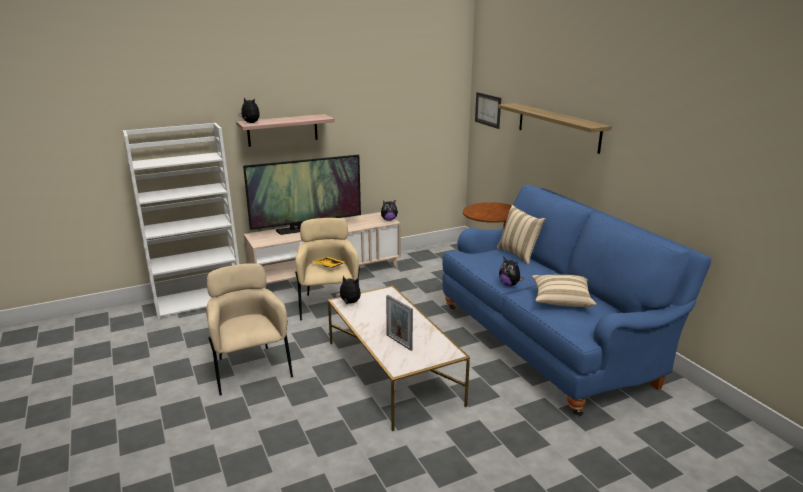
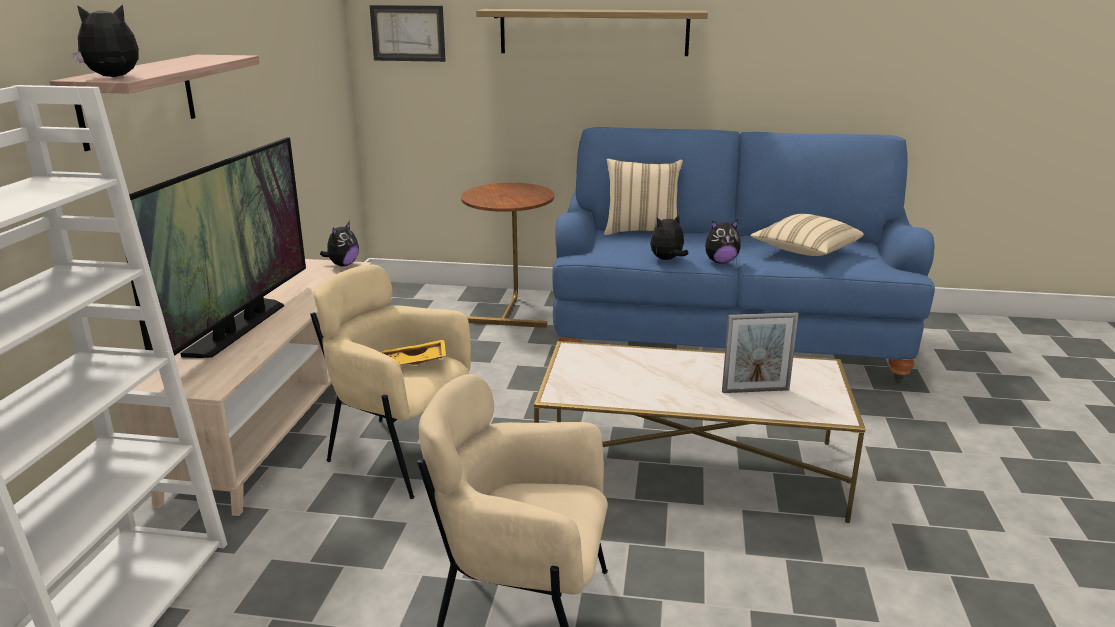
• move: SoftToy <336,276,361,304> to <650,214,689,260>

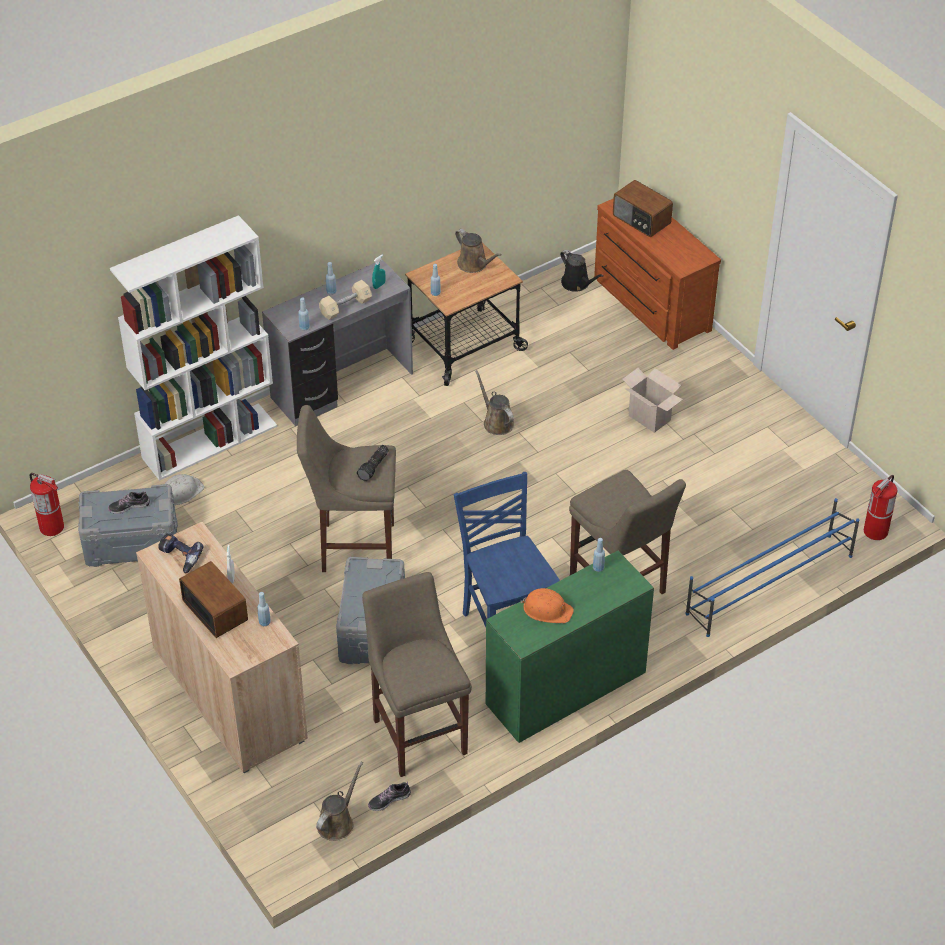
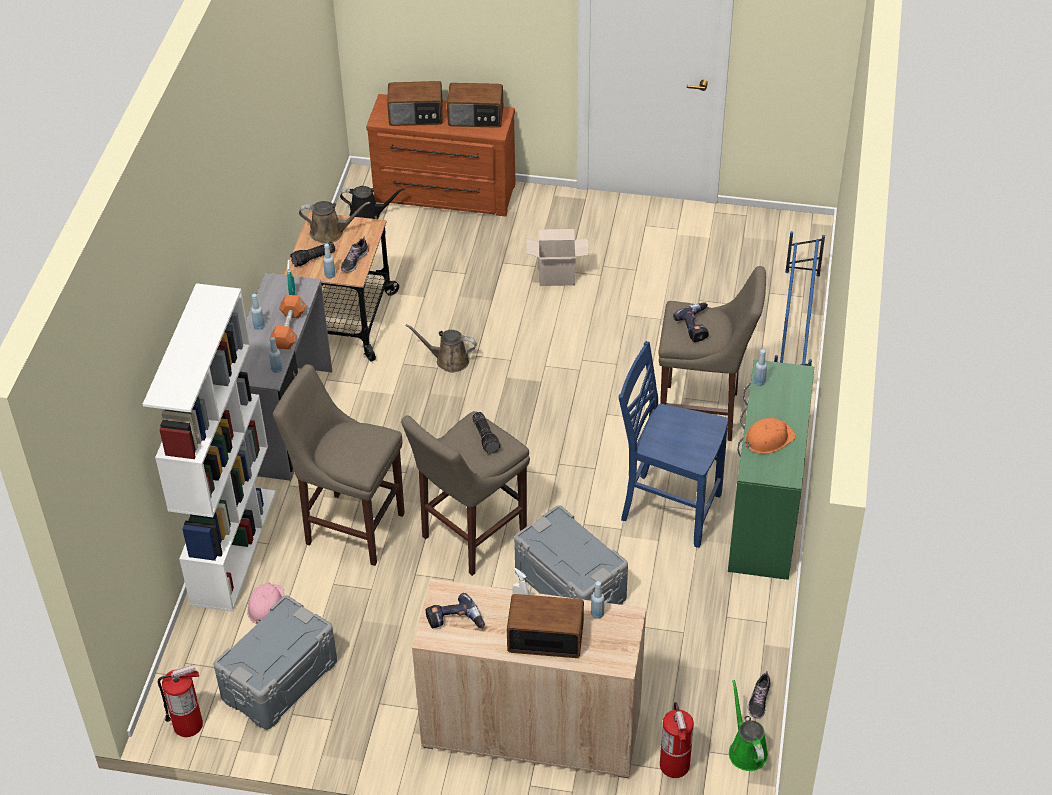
• move: Shoe <108,491,150,514> to <341,236,369,272>
• recolor: WhiteColouredHardHat <165,474,204,505> to PinkColouredHardHat <247,582,284,624>
• recolor: BrownSprinklingCan <316,762,363,841> to GreenColouredSprinklingCan <729,680,768,771>
• recolor: BeigeColouredDumbbell <319,280,372,320> to OrangeDumbbell <269,295,306,349>
• move: BeigeColouredStool <362,572,472,777> to <273,364,405,566>
• move: Extinguisher <864,475,897,540> to <660,702,694,778>
• insert: Flashlight <290,242,335,267>
• insert: RadioSet <447,83,503,128>
• insert: Drill <673,302,709,342>

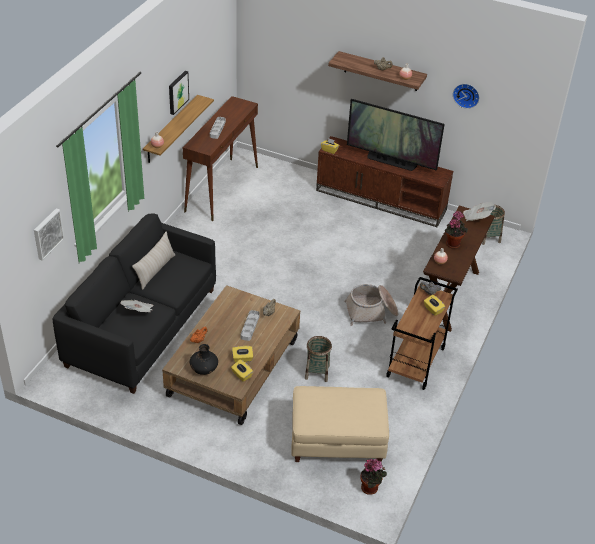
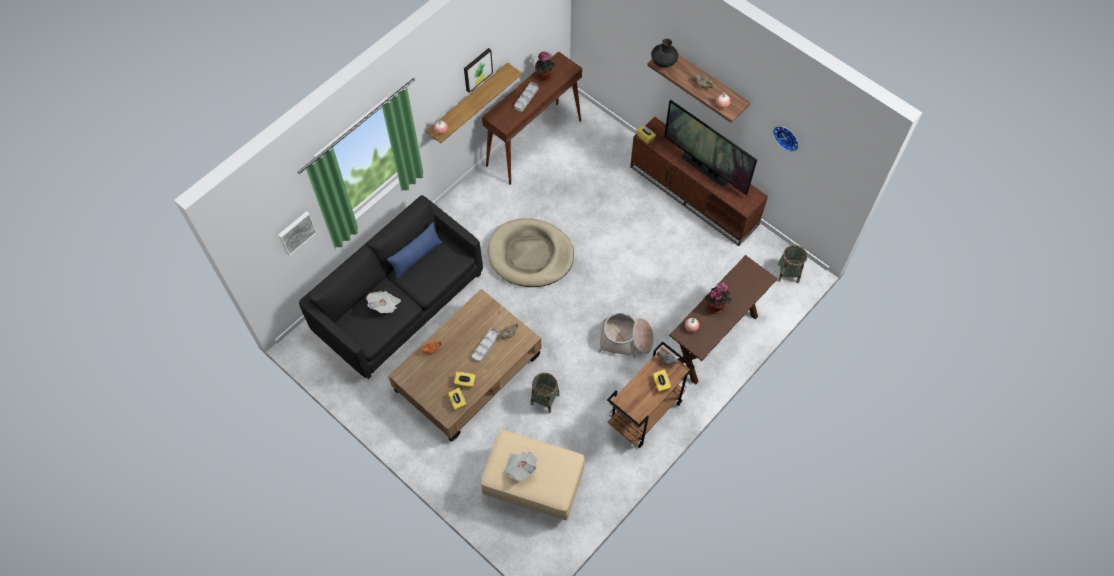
• recolor: BeigeColouredCushion <132,232,175,290> to BluishCushion <387,222,442,279>
• move: BlackDecorativeVase <190,344,218,375> to <651,39,678,68>
• move: PlantInAPot <360,459,387,495> to <535,51,555,82>
• move: DailyPaper <463,202,496,221> to <504,452,537,481>
• insert: BeigeColouredPetBed <488,218,574,287>

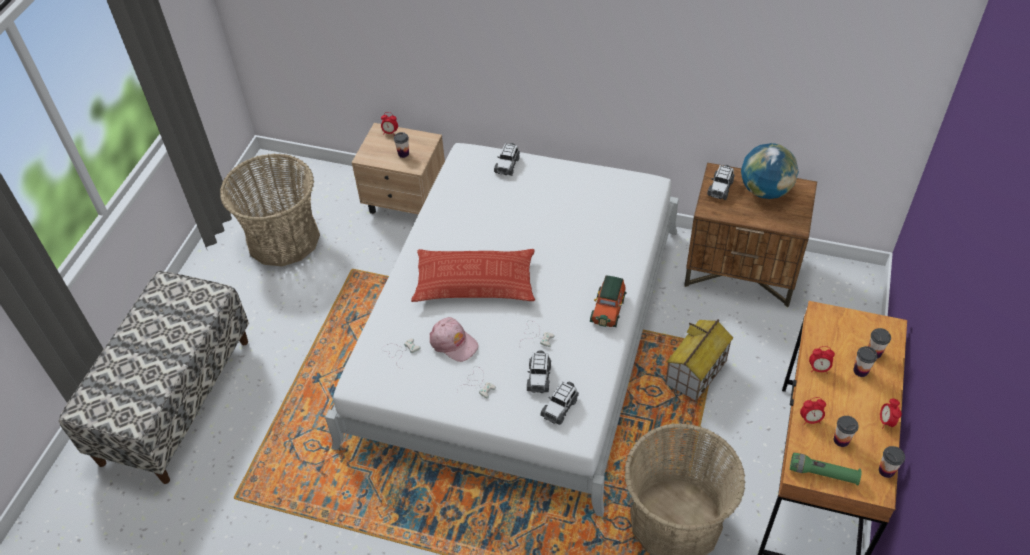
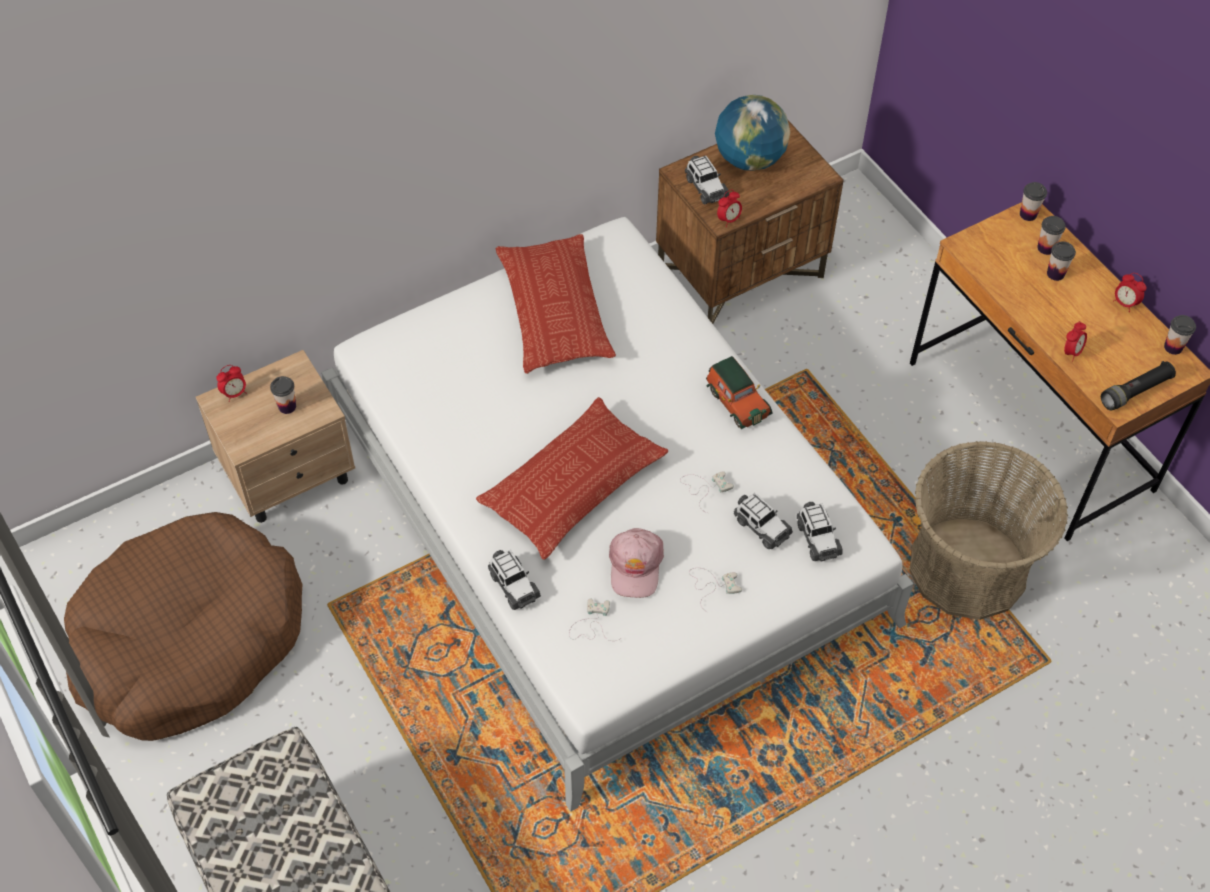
• replace: StorageBasket <220,153,320,266> to BrownPetBed <64,512,303,741>
• rotate: PinkColouredBaseballCap <430,317,478,362> = <609,528,664,598> 105 degrees clockwise
• move: ToyCar <494,143,520,176> to <488,550,541,610>
• delete: ToyHouse <665,319,733,402>
• recolor: GreenColouredFlashlight <790,453,862,485> to BlackFlashlight <1101,361,1176,411>
• move: BedsideClock <809,346,835,374> to <717,189,742,227>
• move: DrinkingCup <834,416,859,447> to <1020,182,1047,221>
• insert: Cushion <496,234,616,374>

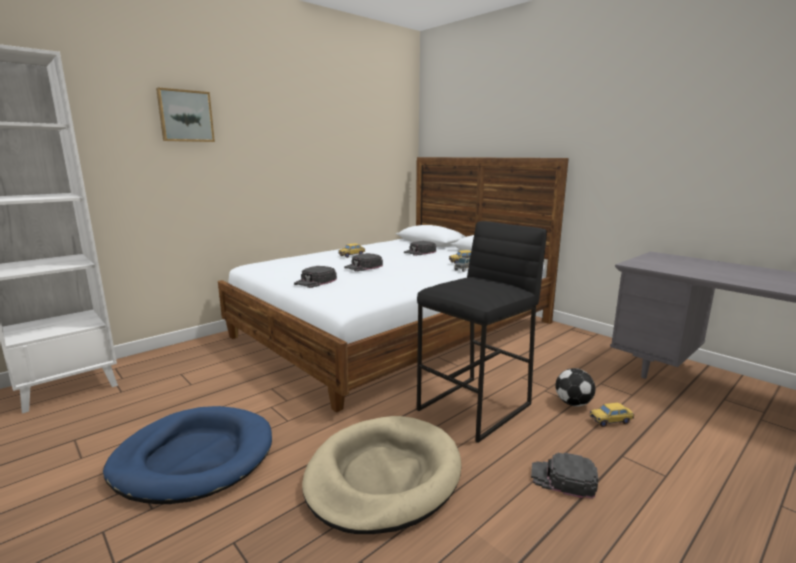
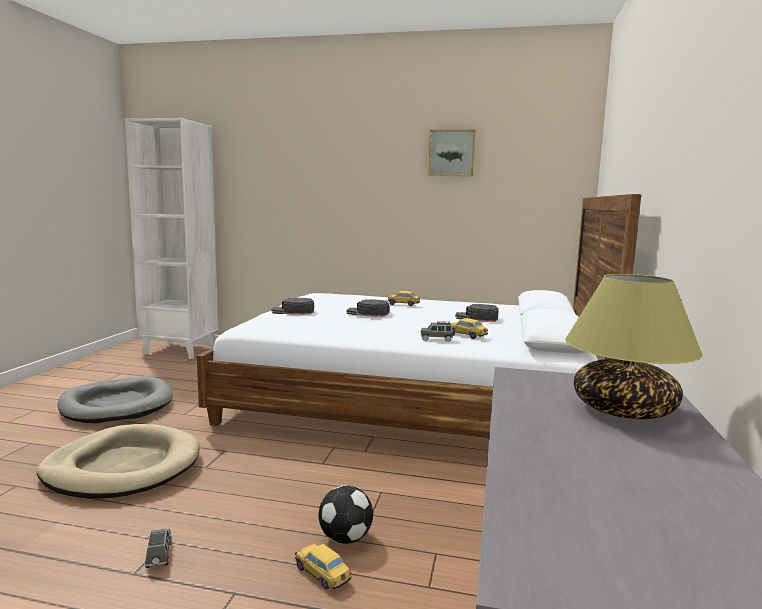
• recolor: BluishPetBed <103,406,272,504> to GreyishPetBed <58,376,173,423>
• move: Picture <156,87,215,142> to <428,129,475,176>
• delete: BlackStool <417,221,547,443>
• replace: BlackBaseballCap <531,453,598,499> to GreyishToyCar <146,529,172,568>
• insert: TableLamp <565,274,703,419>

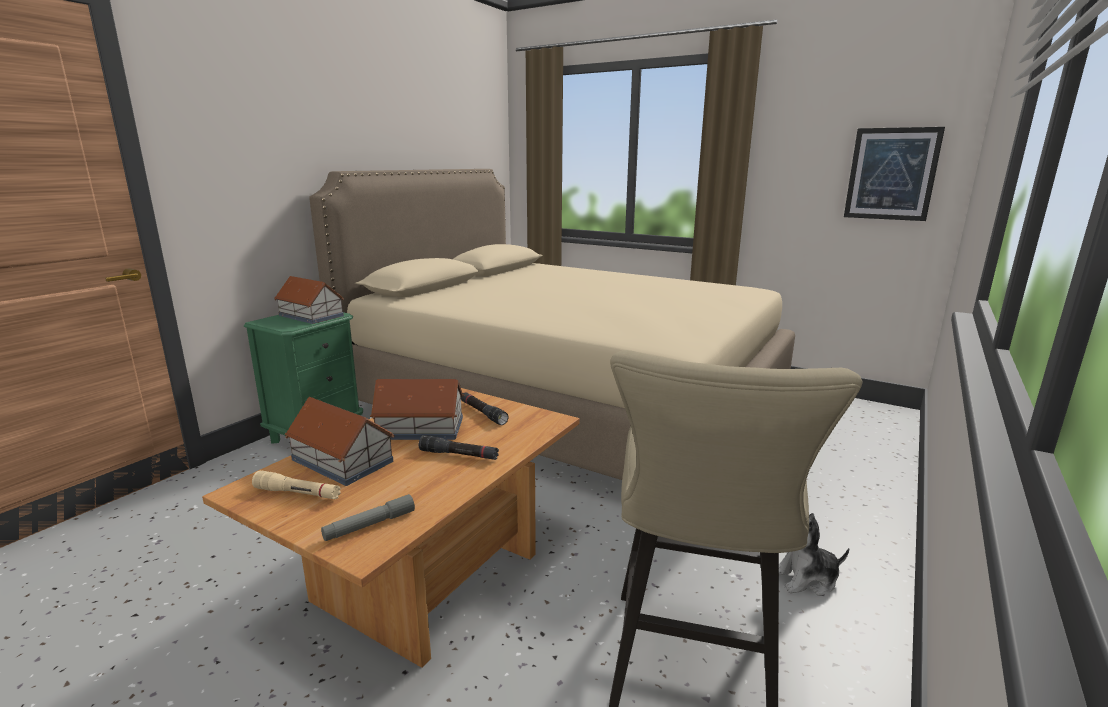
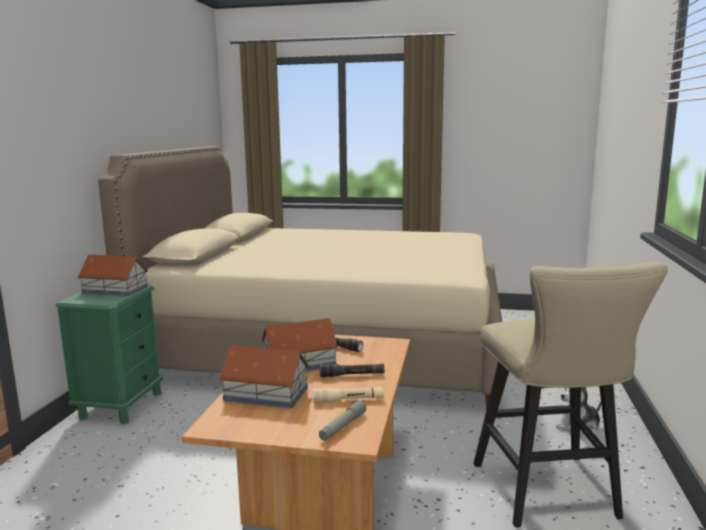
• move: BeigeColouredFlashlight <252,471,341,499> to <313,387,384,402>
• delete: Picture <844,127,945,221>

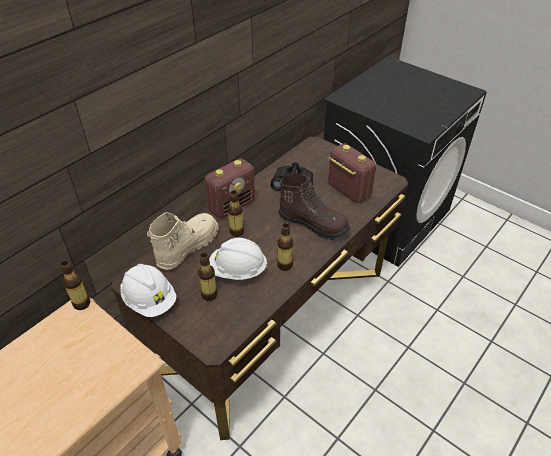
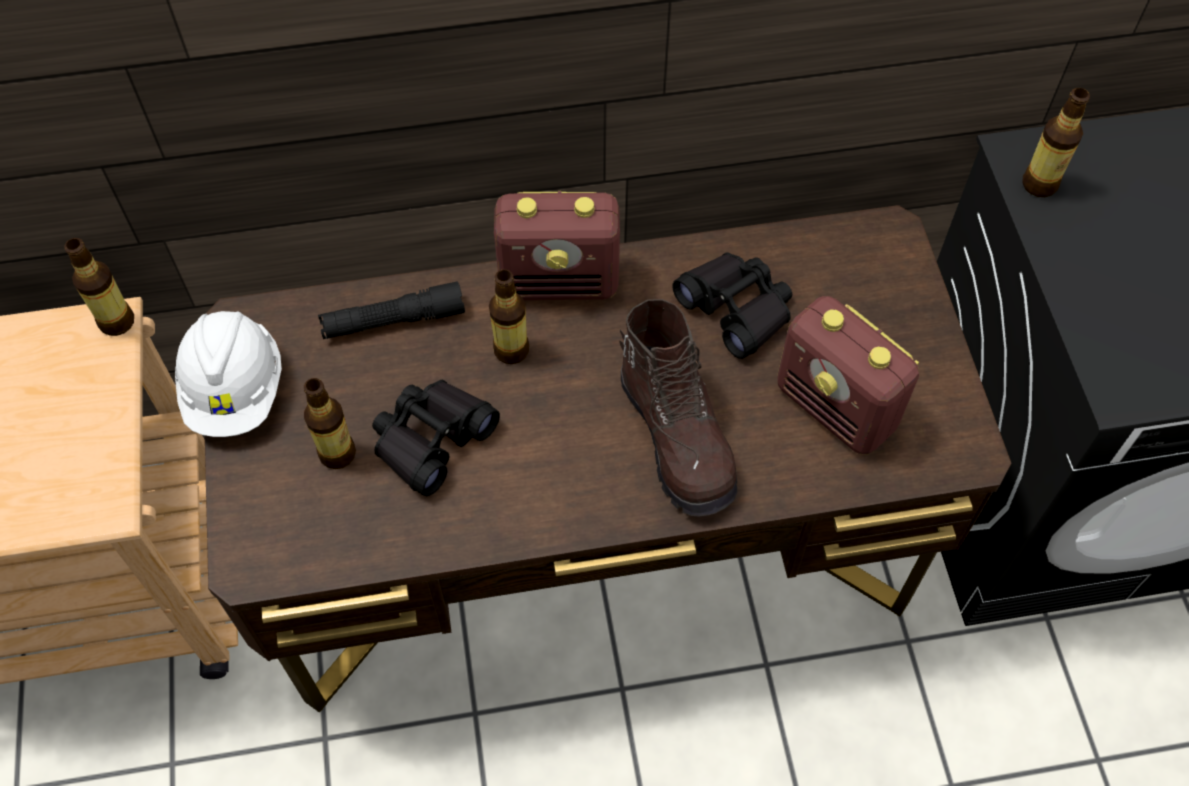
• replace: BeigeColouredBoot <147,212,219,270> to BlackFlashlight <318,282,465,339>
• replace: WhiteColouredHardHat <209,238,268,280> to BlackPairOfBinoculars <372,379,500,496>
• move: Bottle <277,223,293,271> to <1023,88,1090,197>
• rotate: RadioSet <328,143,376,204> = <777,296,919,454> 135 degrees clockwise

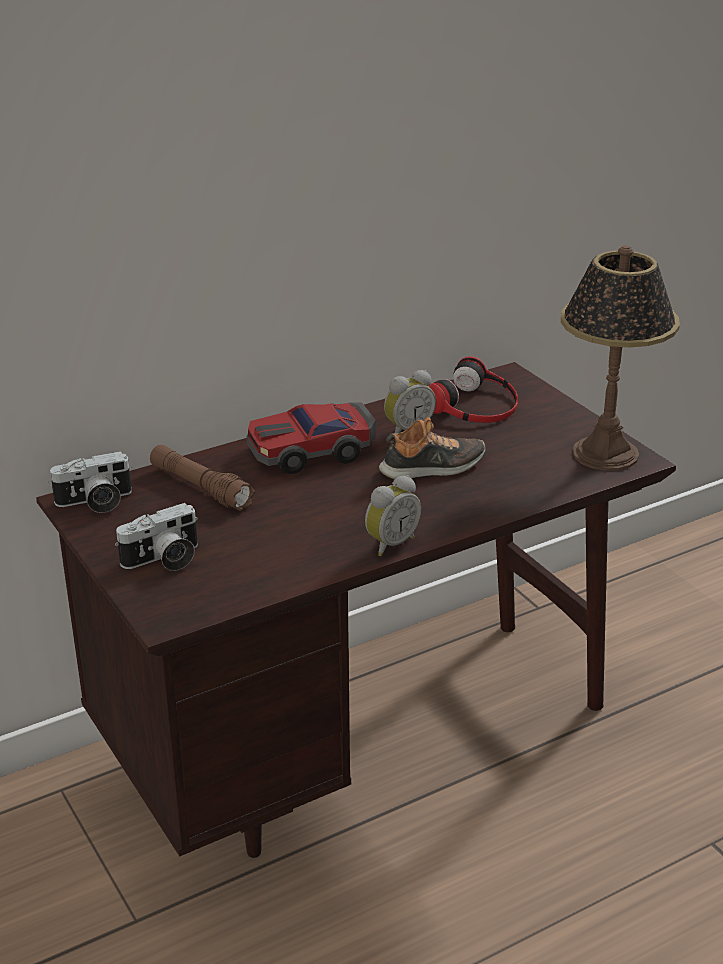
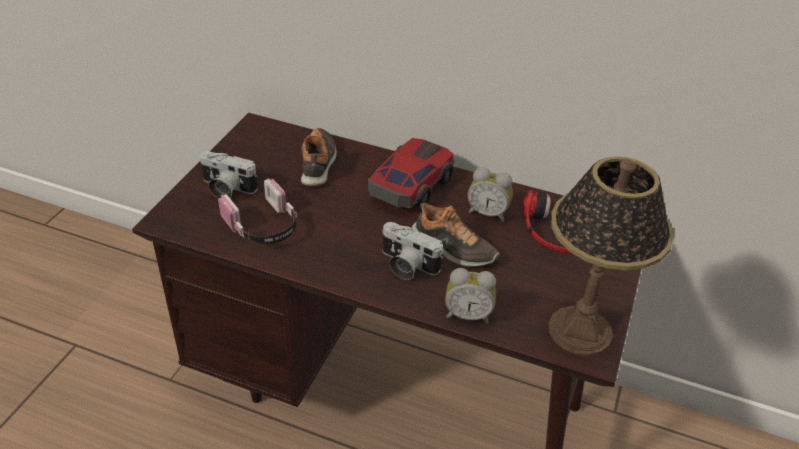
• move: StillCamera <48,451,132,513> to <382,222,443,280>
• replace: BrownFlashlight <150,445,255,511> to Shoe <301,128,337,186>
• rotate: ToyCar <247,402,376,474> = <368,138,454,208> 90 degrees clockwise
• move: BedsideClock <365,475,421,556> to <445,268,496,324>
• insert: PairOfHeadphones <218,178,297,244>

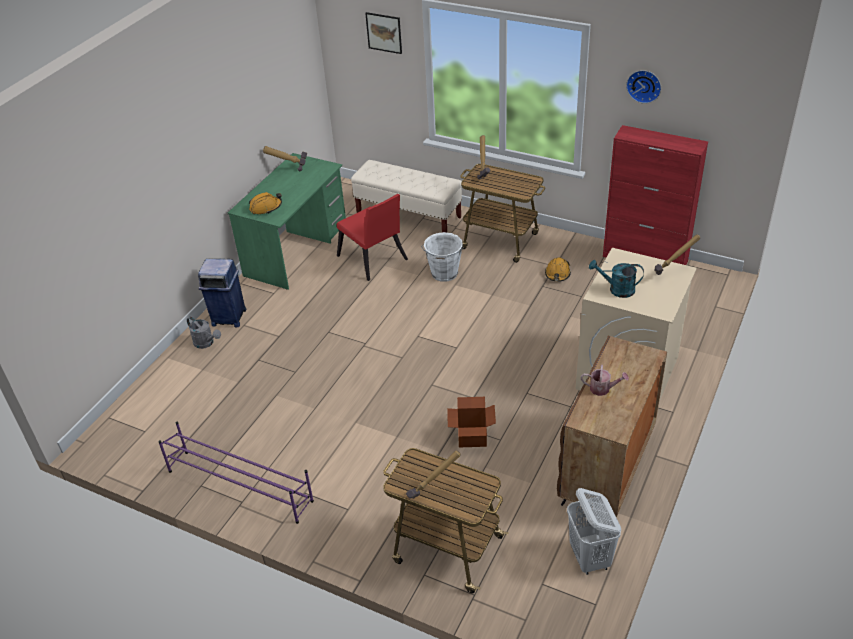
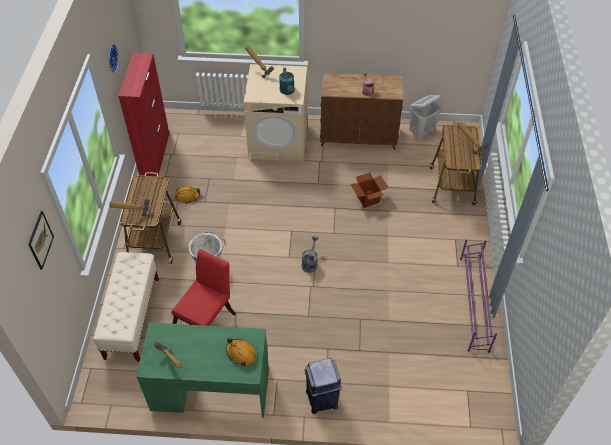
• move: GreyishSprinklingCan <187,317,221,349> to <302,236,318,273>

